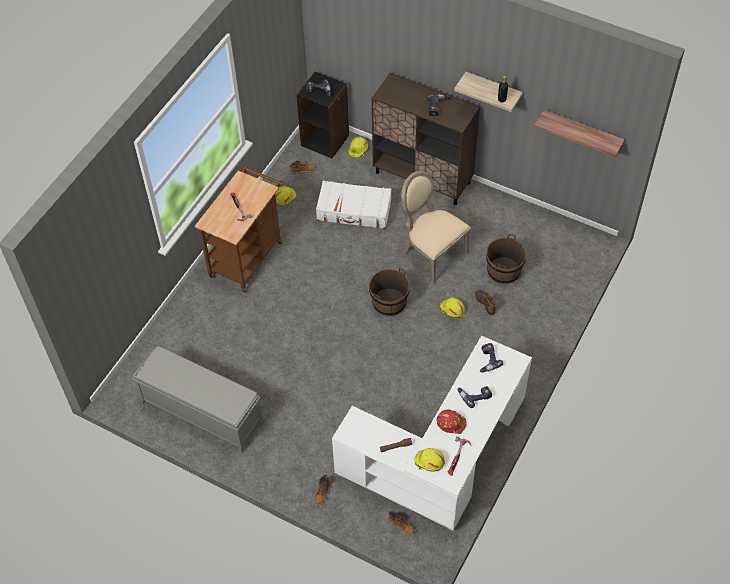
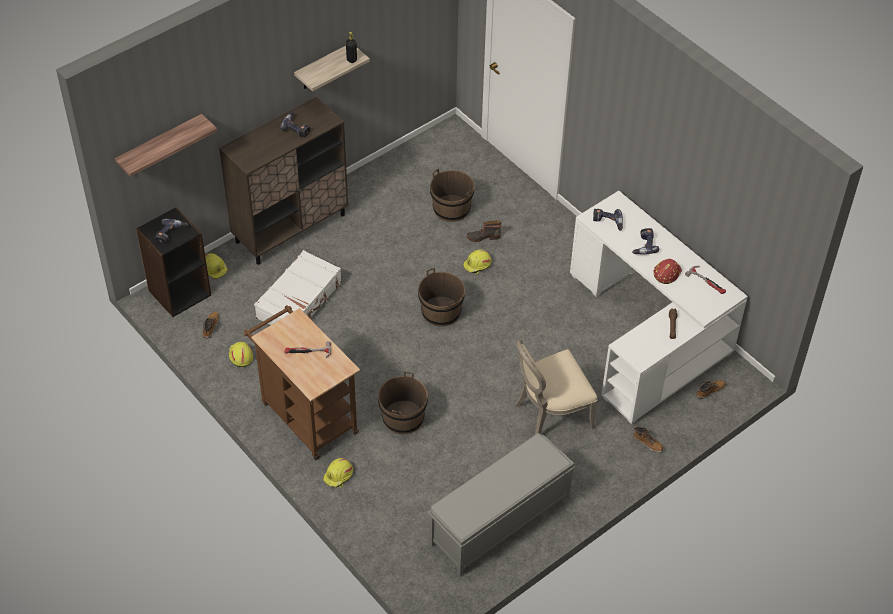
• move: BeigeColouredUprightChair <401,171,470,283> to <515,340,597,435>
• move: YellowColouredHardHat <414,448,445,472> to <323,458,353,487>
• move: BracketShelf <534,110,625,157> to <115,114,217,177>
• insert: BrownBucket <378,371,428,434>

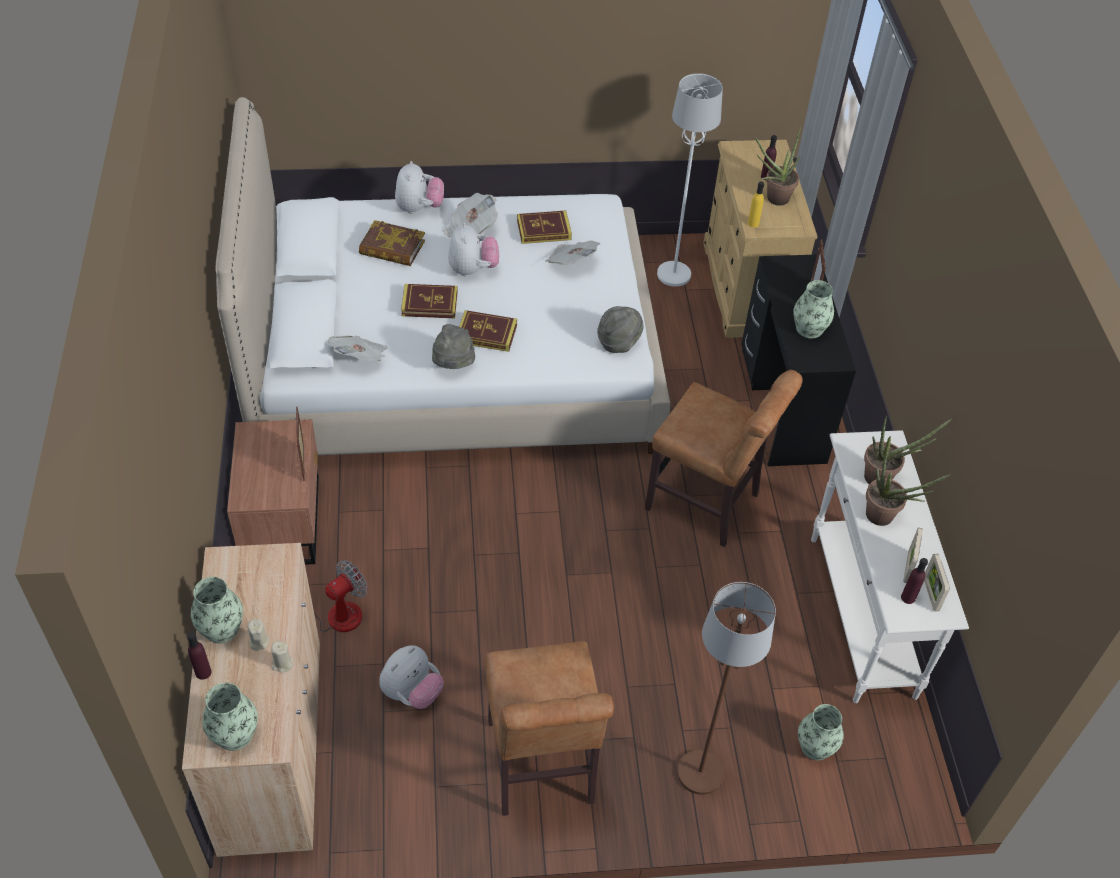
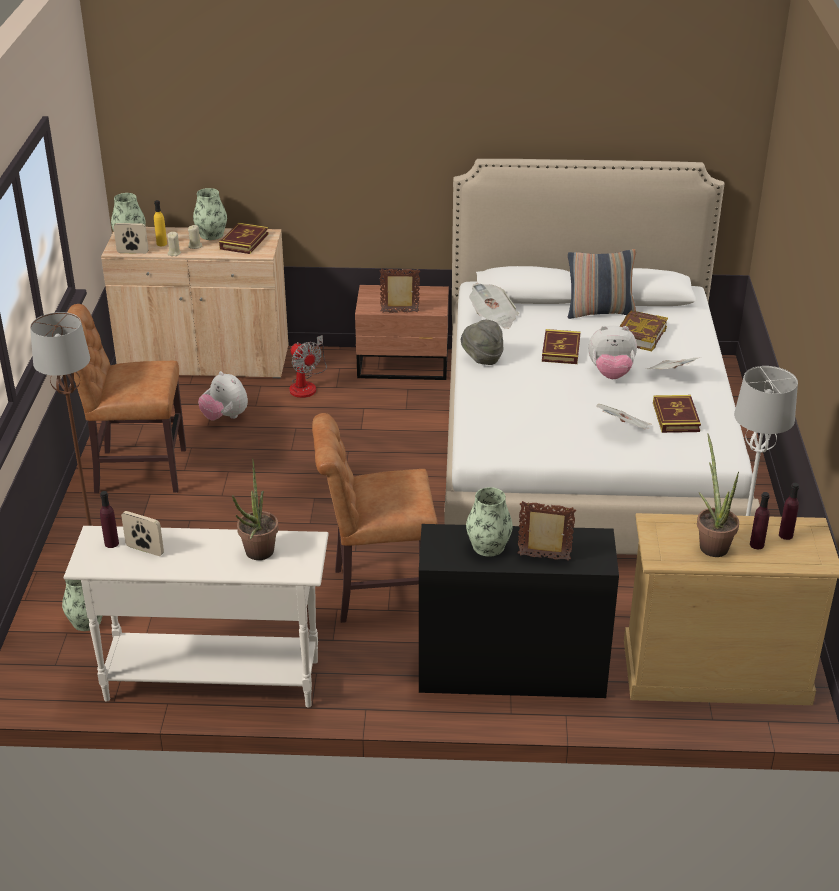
• move: PurplishBottle <187,632,212,680> to <779,483,799,540>
• delete: SoftToy <395,161,444,214>
• move: Volume <459,310,517,352> to <219,223,269,254>
• delete: GreyishWearableHat <597,306,643,353>
• rotate: BrownUprightChair <645,370,803,547> = <312,413,438,623> 45 degrees clockwise
• move: YellowColouredBottle <748,182,764,227> to <154,200,167,246>
• delete: PlantInAPot <866,448,951,526>
• move: PhotoFrame <924,554,950,611> to <114,223,148,254>
• insert: Cushion <568,249,636,319>

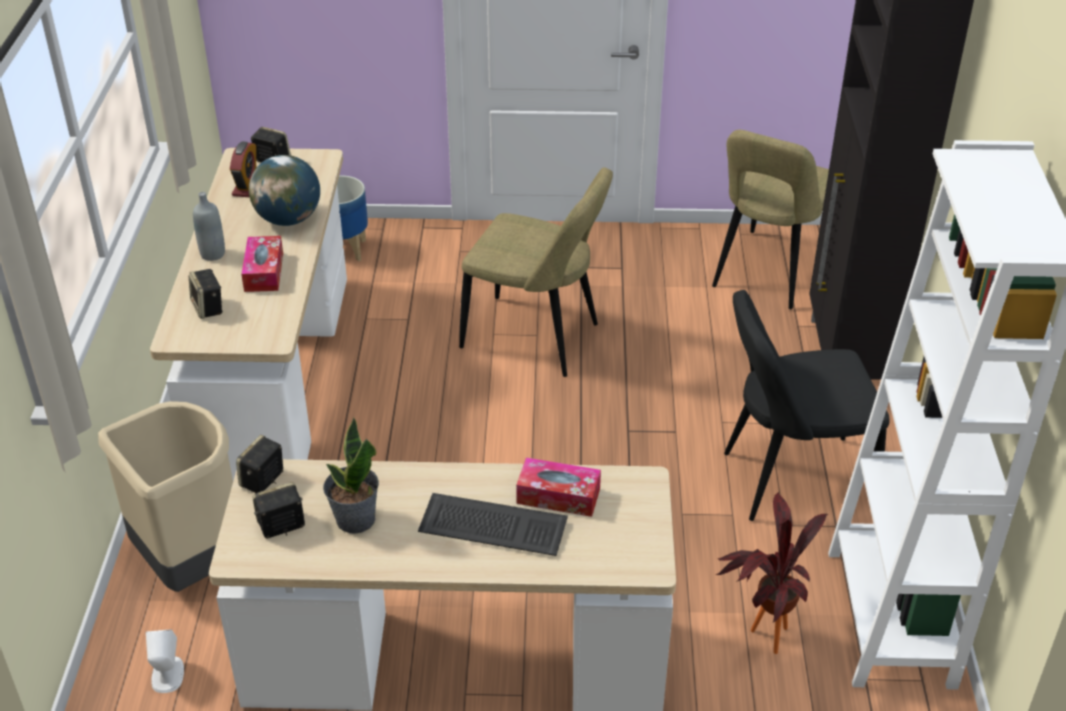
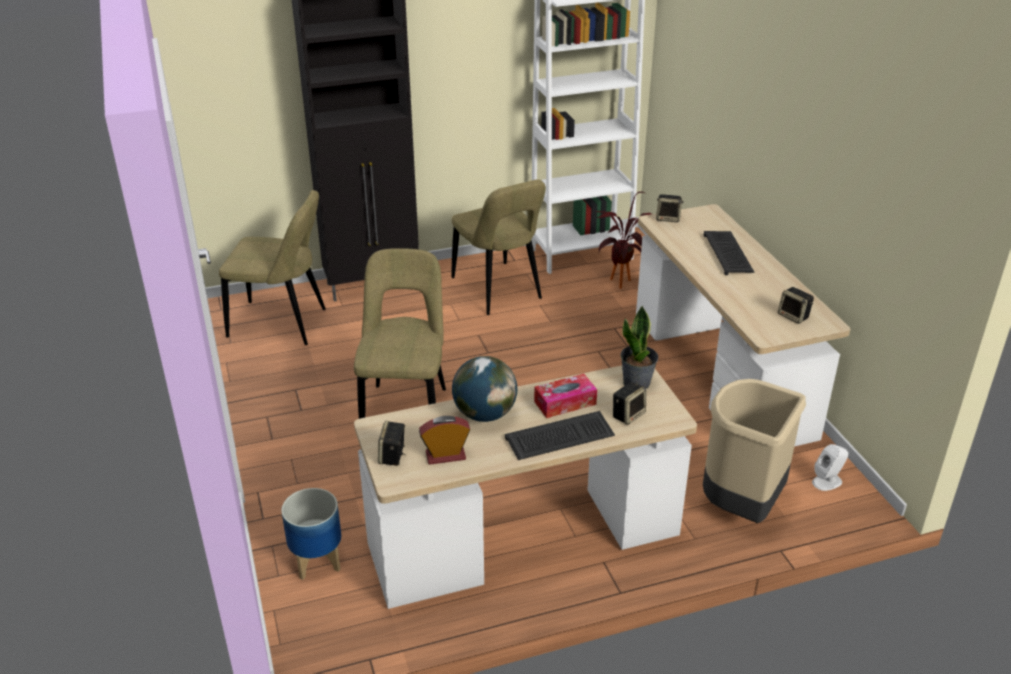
• replace: GreyishBottle <193,192,225,261> to Keyboard <505,411,615,460>
• move: Loudspeaker <236,435,283,493> to <656,194,684,222>
• move: PlantInAPot <323,417,379,534> to <620,305,658,389>
• delete: TissueHolder <516,457,601,517>
• recolor: BlackUprightChair <724,290,890,521> to BeigeColouredUprightChair <452,179,546,315>

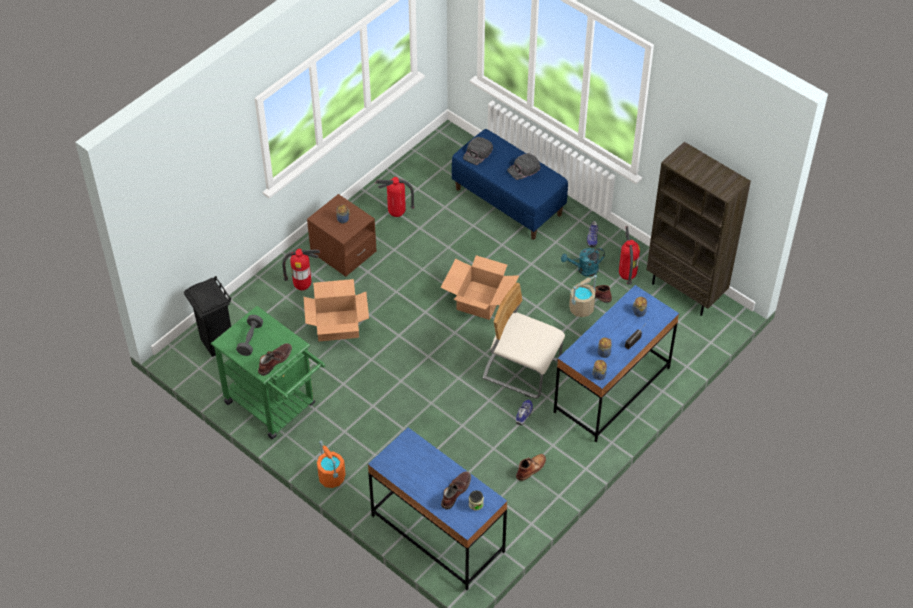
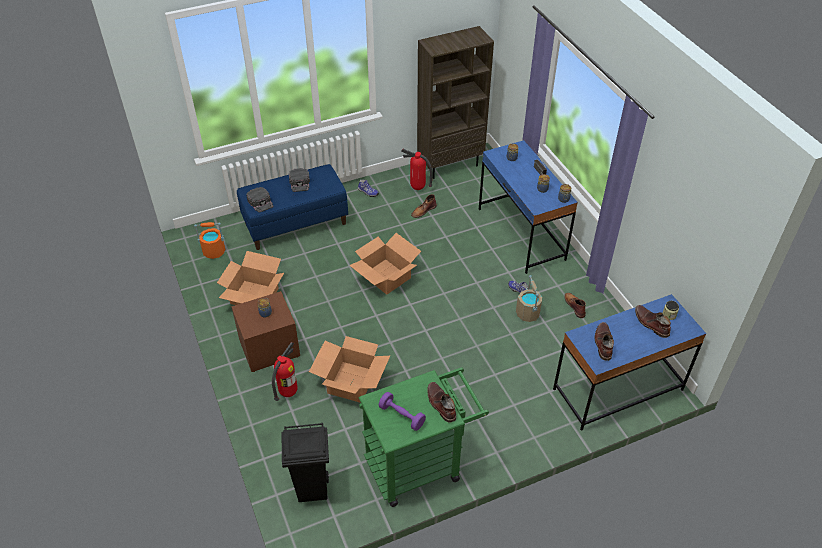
• recolor: GreyishDumbbell <236,315,263,356> to PurplishDumbbell <379,392,426,431>
• move: OrangeBucket <317,441,345,488> to <194,222,225,259>
• replace: Extinguisher <375,177,415,217> to PackingBox <217,251,284,305>
• delete: BeigeColouredUprightChair <483,283,565,399>
• delete: TurquoiseSprinklingCan <561,248,605,277>
• move: BeigeColouredBucket <569,275,597,317> to <516,275,542,322>
• insert: BrownBoot <594,322,614,361>

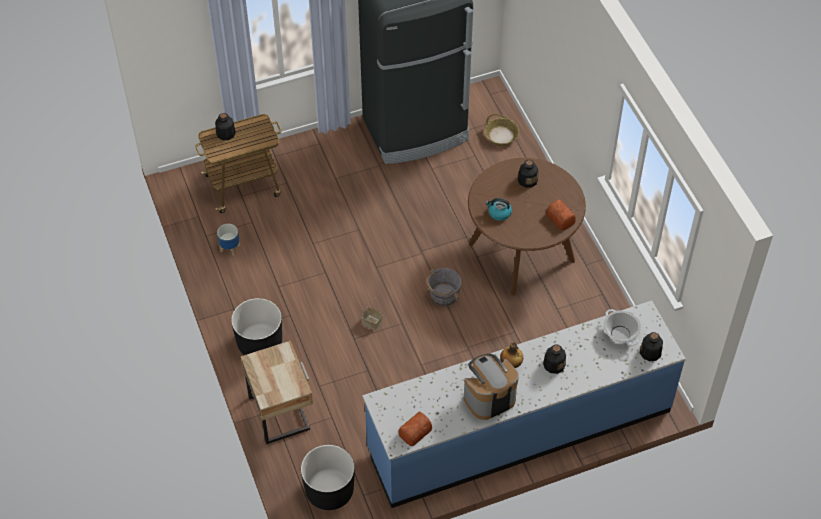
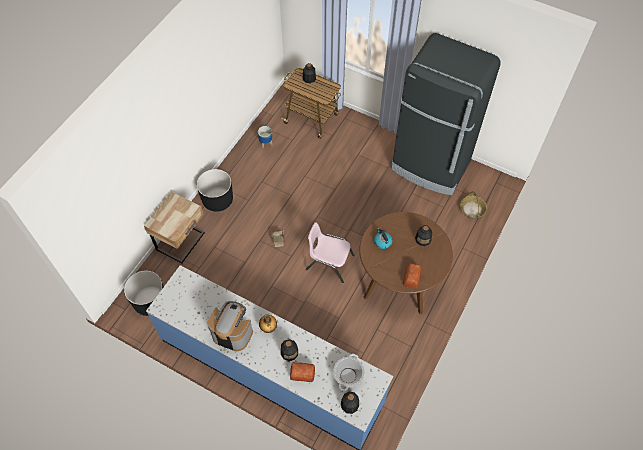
• move: BakedBread <398,411,432,446> to <290,362,315,382>
• replace: GreyishBucket <427,268,462,306> to PinkColouredUprightChair <306,222,354,283>

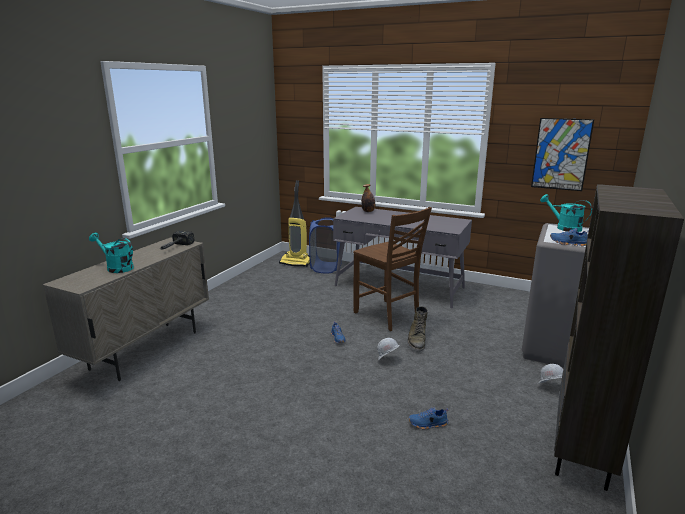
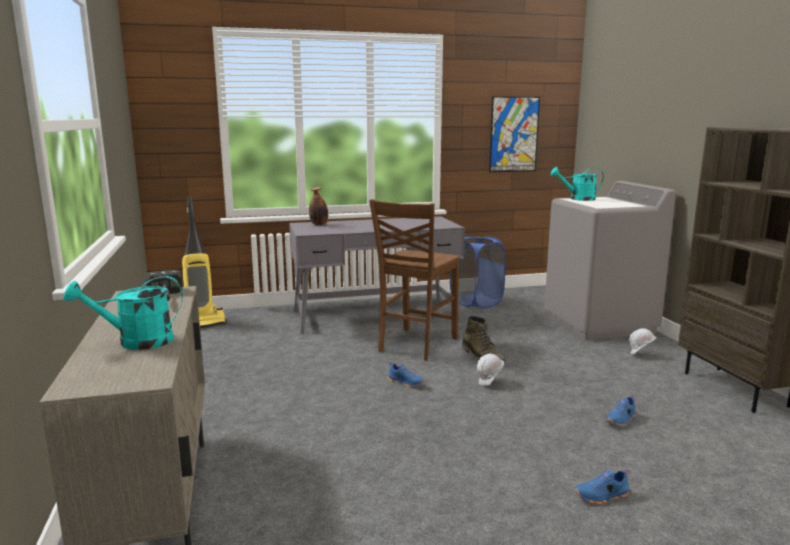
• move: BluishWashingBasket <309,217,342,273> to <450,235,506,308>
• rotate: BrownUprightChair <353,207,432,331> = <369,199,460,361> 105 degrees clockwise
• move: BluishShoe <550,228,588,246> to <575,469,629,505>

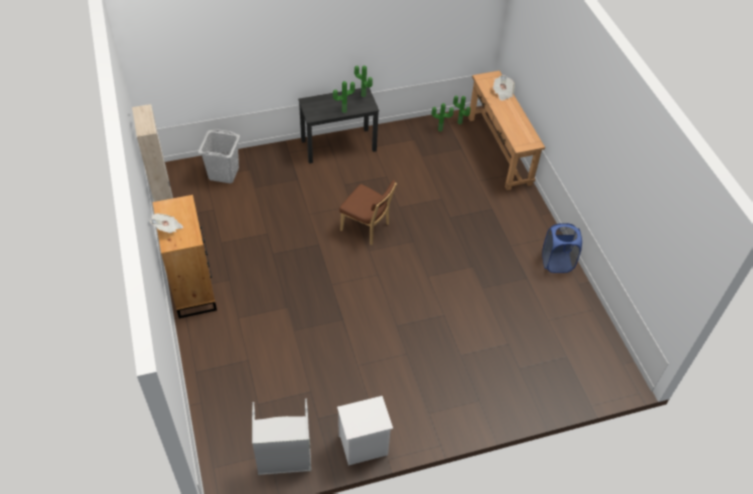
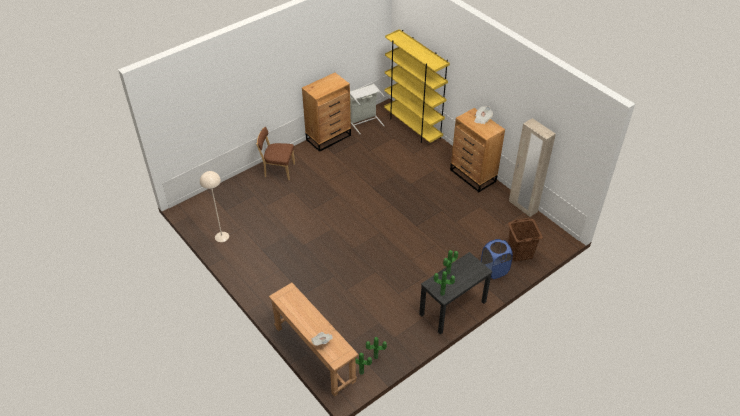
• recolor: GreyishWashingBasket <198,129,240,183> to BrownWashingBasket <508,218,543,262>
• replace: WhiteColouredNightstand <337,396,393,466> to BrownChestOfDrawers <302,73,351,152>
• move: BrownUprightChair <339,180,397,245> to <256,127,295,180>
• move: BluishWashingBasket <542,223,582,273> to <481,239,513,279>
• insert: BeigeColouredFloorLamp <200,171,229,242>
• insert: YellowColouredBookshelf <384,29,450,143>

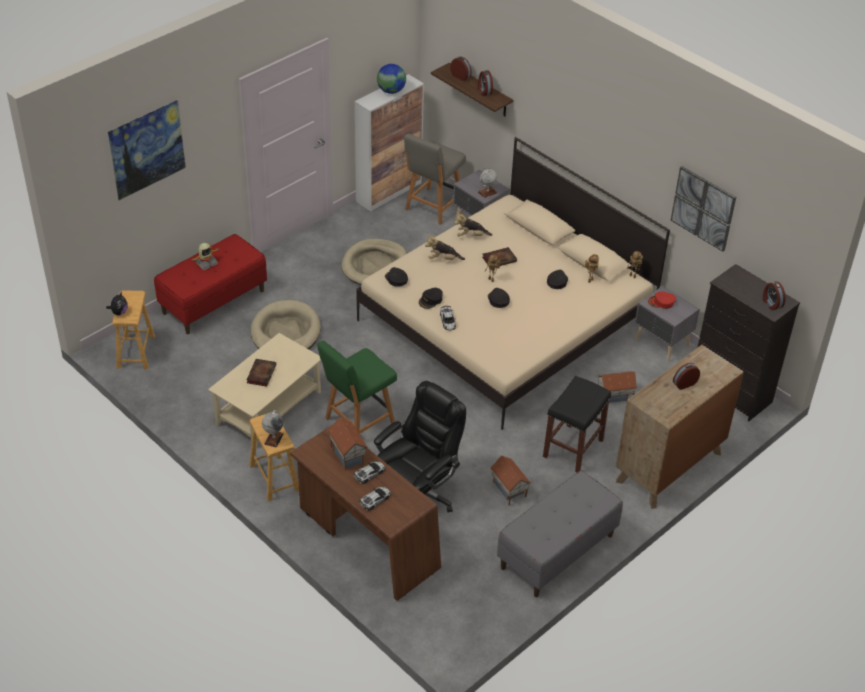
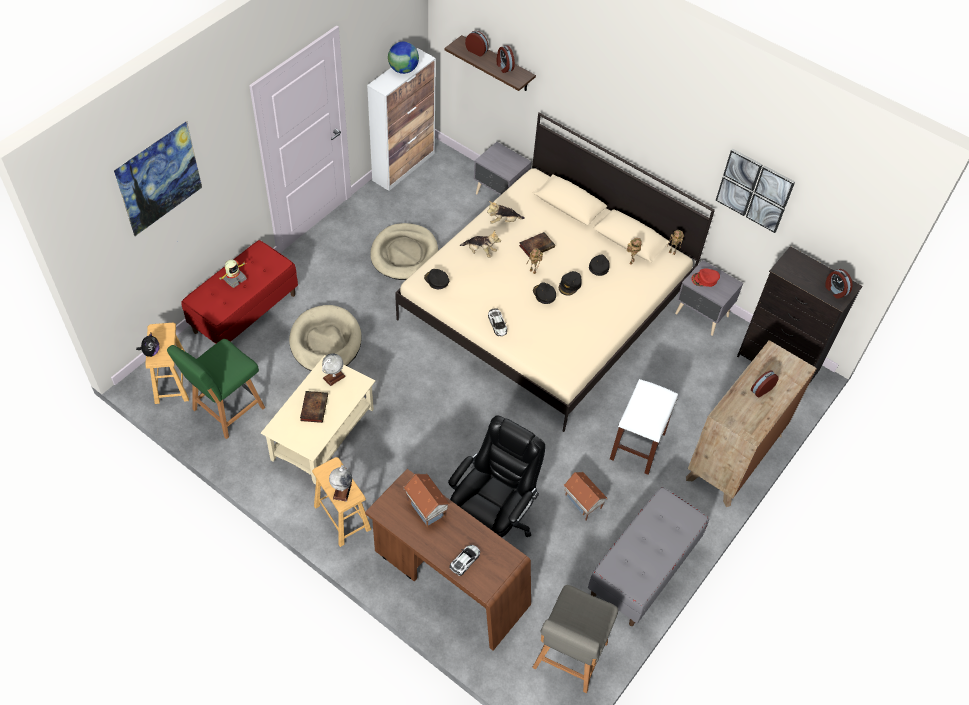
• move: GreenColouredUprightChair <317,341,397,434> to <167,339,265,439>
• delete: ToyCar <354,461,385,484>
• move: GreyishUprightChair <404,133,466,225> to <532,585,618,693>
• move: BlackBaseballCap <419,288,443,309> to <559,271,582,296>
• rotate: SoftToy <425,235,465,260> = <460,230,501,258> 150 degrees counterclockwise
• move: Globe <478,168,497,198> to <322,353,346,386>
• recolor: BlackStool <543,376,611,473> to WhiteColouredStool <610,379,678,475>
• delete: ToyHouse <597,372,638,403>

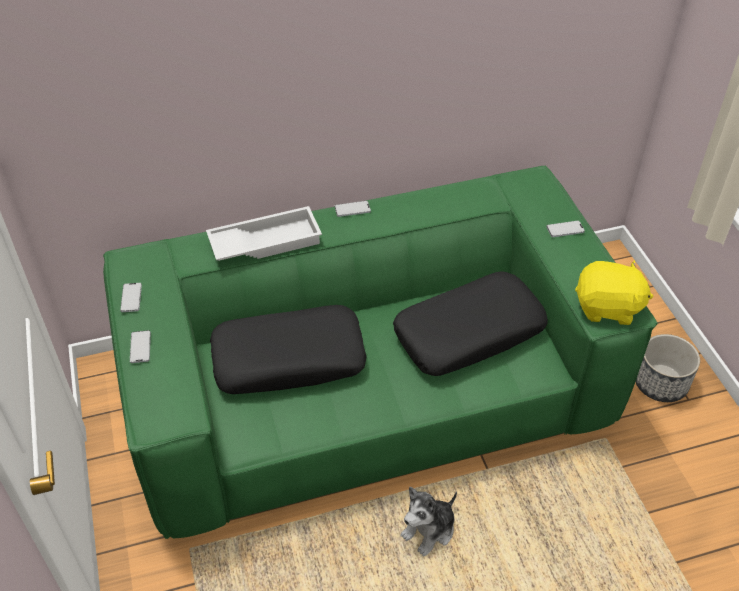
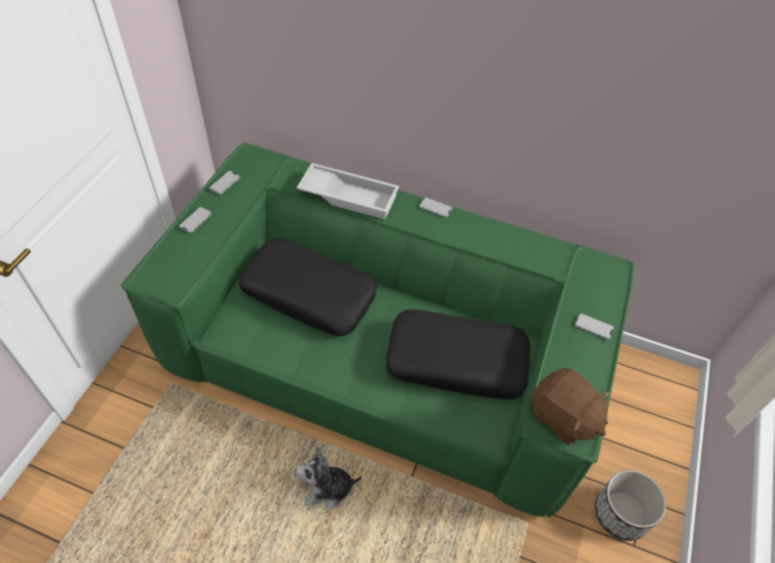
• recolor: YellowColouredSoftToy <575,260,654,325> to BrownSoftToy <532,368,611,445>

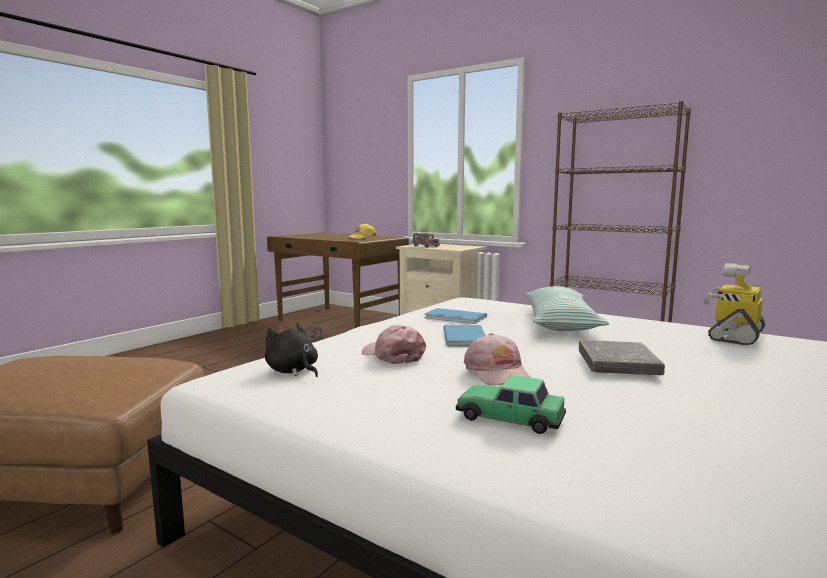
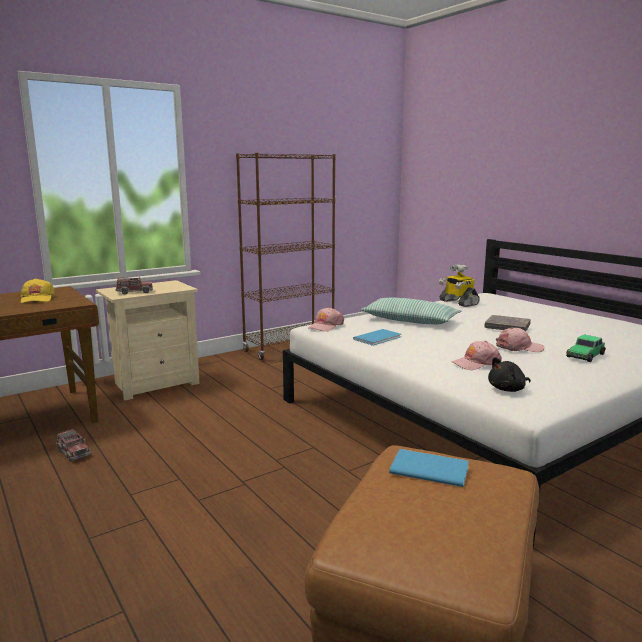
• move: BluishVolume <443,325,485,346> to <389,449,469,487>
• insert: PinkColouredBaseballCap <308,307,344,332>

